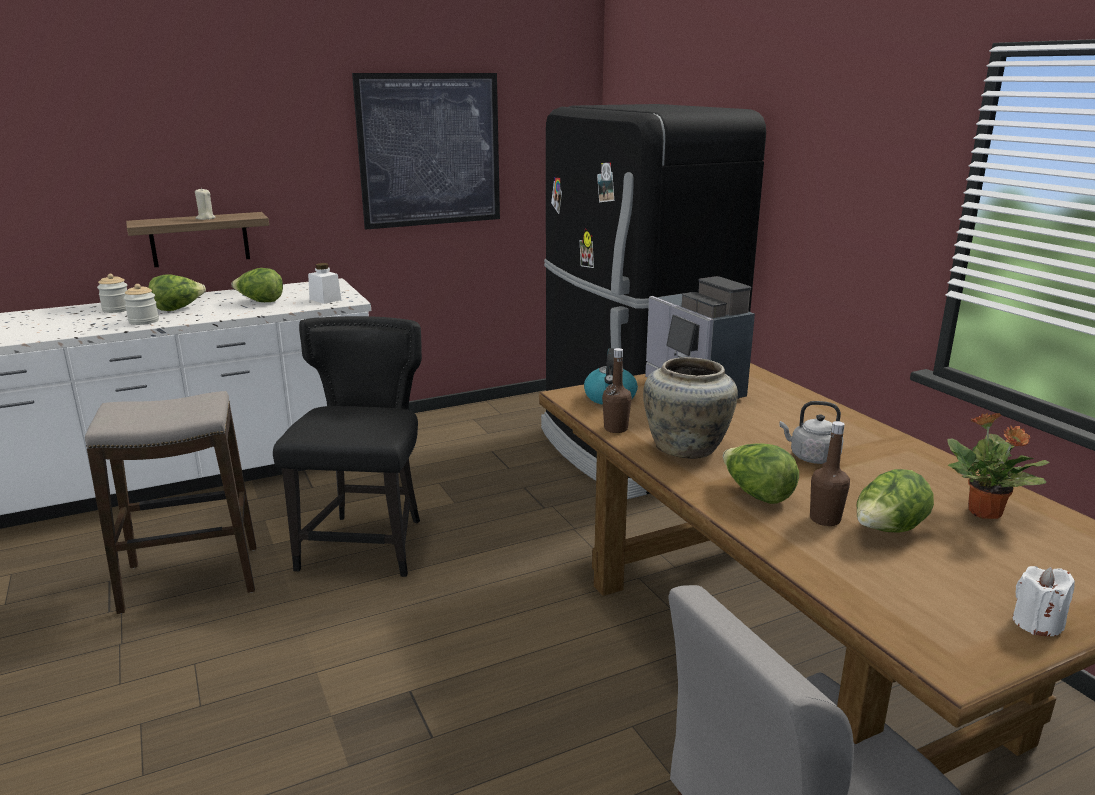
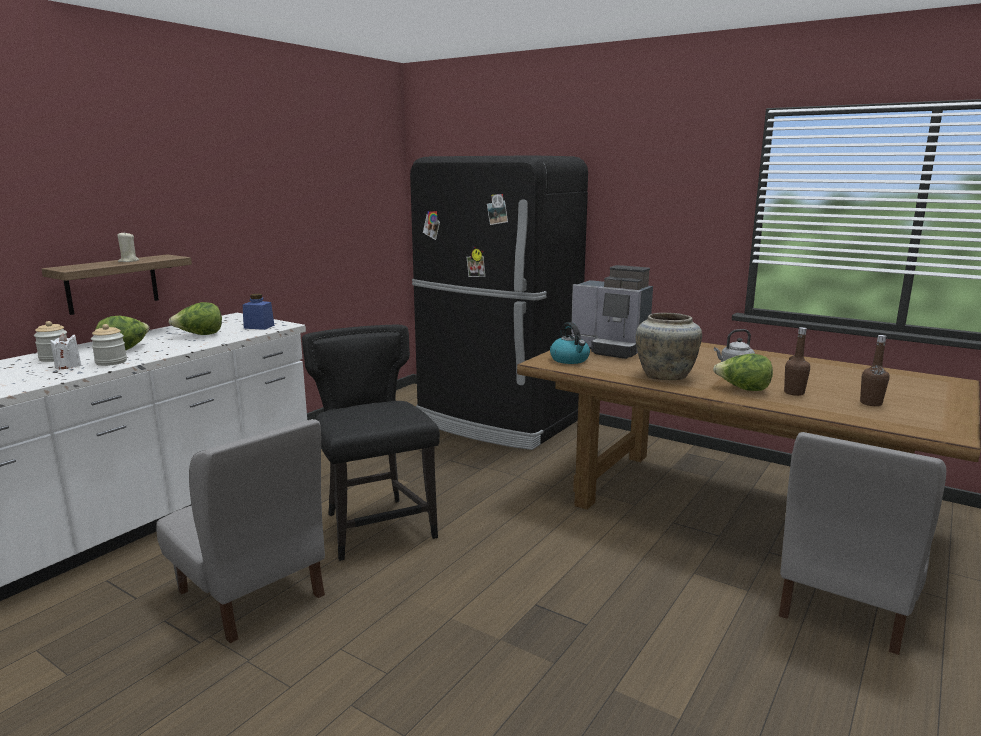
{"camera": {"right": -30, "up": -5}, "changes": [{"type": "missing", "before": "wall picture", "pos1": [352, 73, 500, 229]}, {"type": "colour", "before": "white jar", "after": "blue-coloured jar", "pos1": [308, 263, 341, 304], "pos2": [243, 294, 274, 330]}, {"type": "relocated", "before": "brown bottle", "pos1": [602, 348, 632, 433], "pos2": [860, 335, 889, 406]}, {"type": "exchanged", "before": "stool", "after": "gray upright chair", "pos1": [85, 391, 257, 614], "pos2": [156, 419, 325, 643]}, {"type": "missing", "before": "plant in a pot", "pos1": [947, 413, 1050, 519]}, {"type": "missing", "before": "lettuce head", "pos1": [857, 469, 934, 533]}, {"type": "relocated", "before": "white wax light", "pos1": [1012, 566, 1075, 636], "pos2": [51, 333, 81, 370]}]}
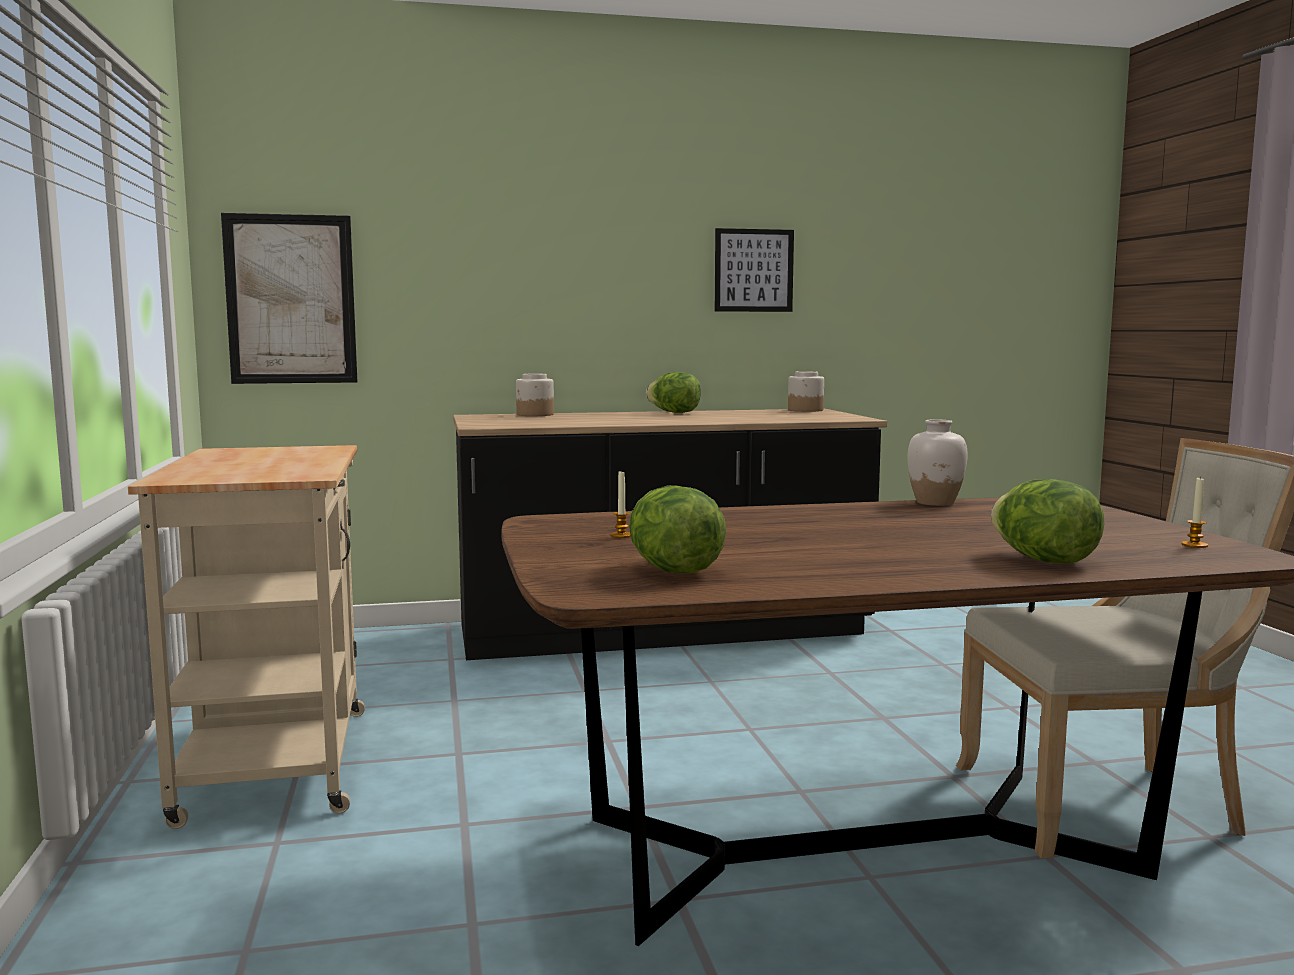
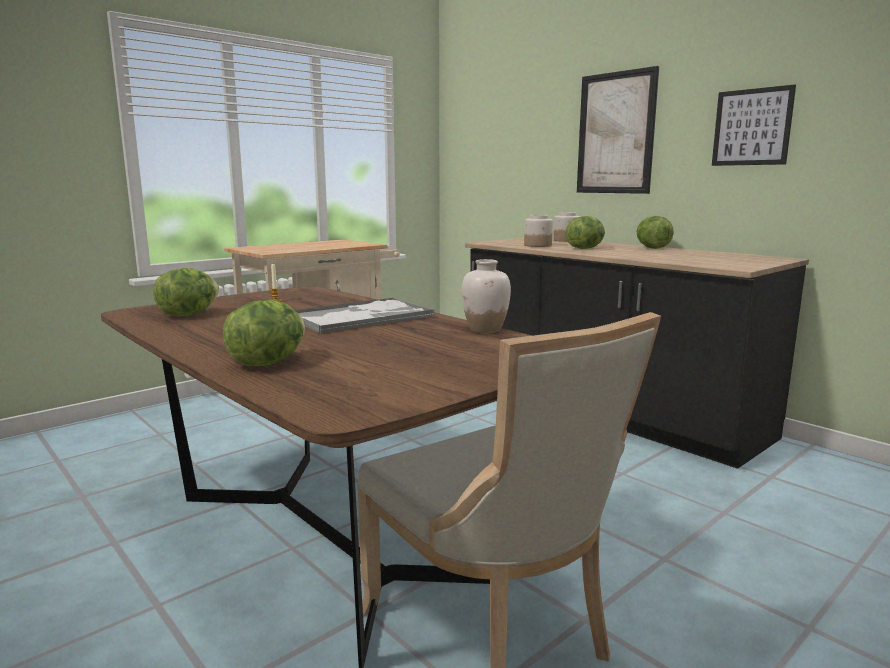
{"camera": {"right": 60, "up": 5}, "changes": [{"type": "relocated", "before": "wall picture", "pos1": [221, 213, 357, 384], "pos2": [577, 66, 659, 194]}, {"type": "relocated", "before": "jar", "pos1": [788, 371, 824, 412], "pos2": [524, 215, 553, 247]}, {"type": "missing", "before": "wax light", "pos1": [1182, 476, 1208, 548]}, {"type": "appeared", "after": "lettuce head", "pos2": [566, 216, 605, 249]}, {"type": "appeared", "after": "serving tray", "pos2": [295, 298, 435, 334]}]}
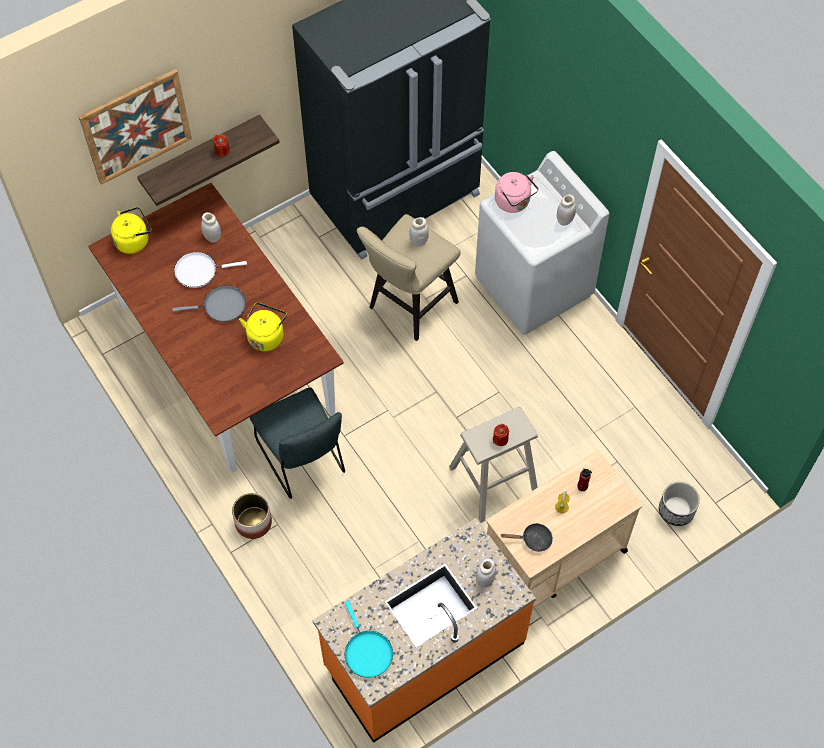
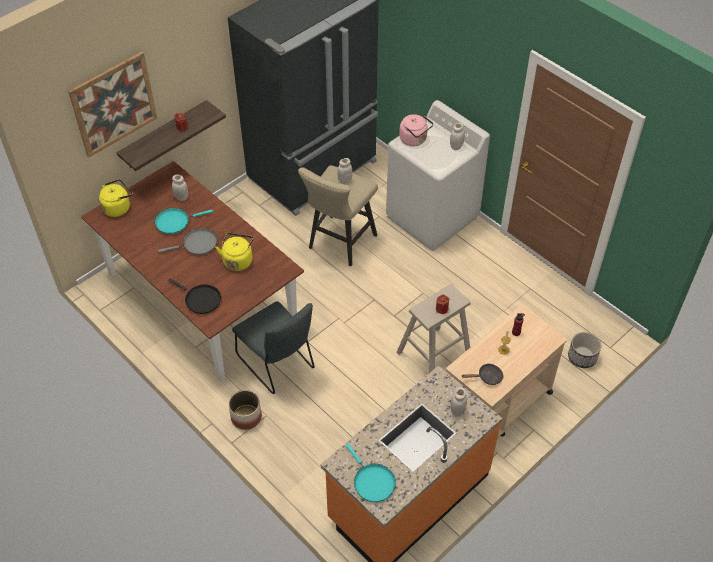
{"camera": {"right": -10, "up": -10}, "changes": [{"type": "colour", "before": "white skillet", "after": "blue-green skillet", "pos1": [174, 252, 247, 288], "pos2": [155, 208, 213, 234]}, {"type": "appeared", "after": "black-coloured skillet", "pos2": [168, 278, 221, 314]}]}
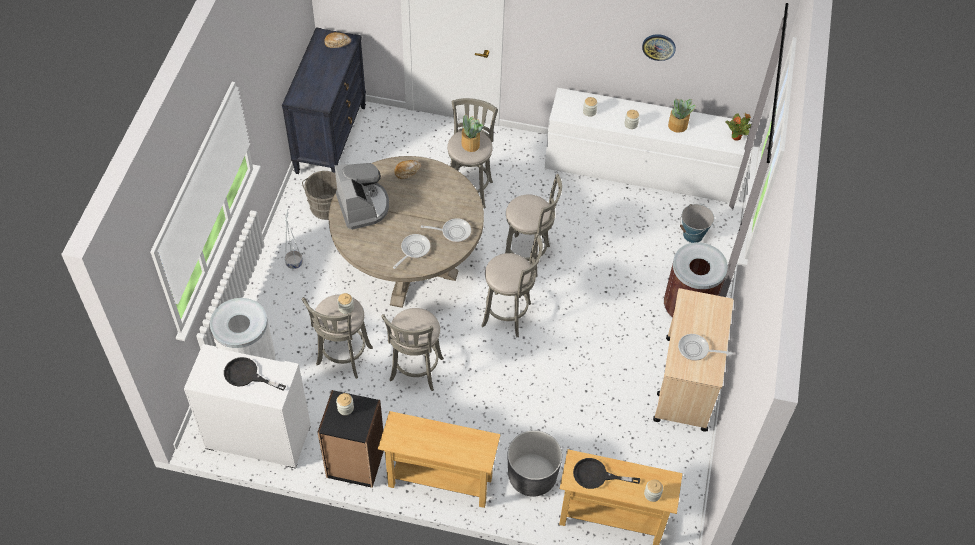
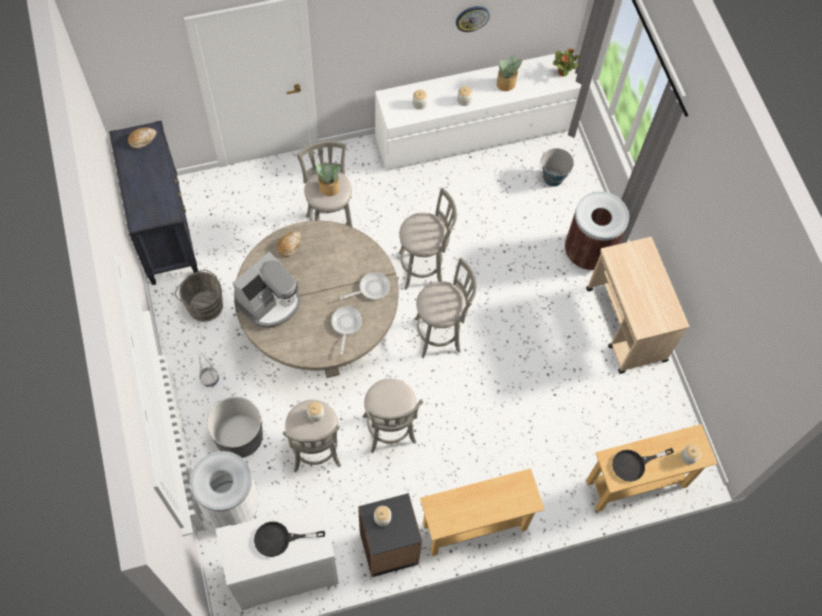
{"camera": {"right": -30, "up": 10}, "changes": [{"type": "spun", "before": "coffee machine", "pos1": [335, 163, 389, 230], "pos2": [233, 252, 301, 328], "turn": 90}, {"type": "missing", "before": "skillet", "pos1": [678, 334, 732, 361]}, {"type": "relocated", "before": "gray plant pot", "pos1": [508, 430, 562, 497], "pos2": [207, 397, 263, 458]}]}
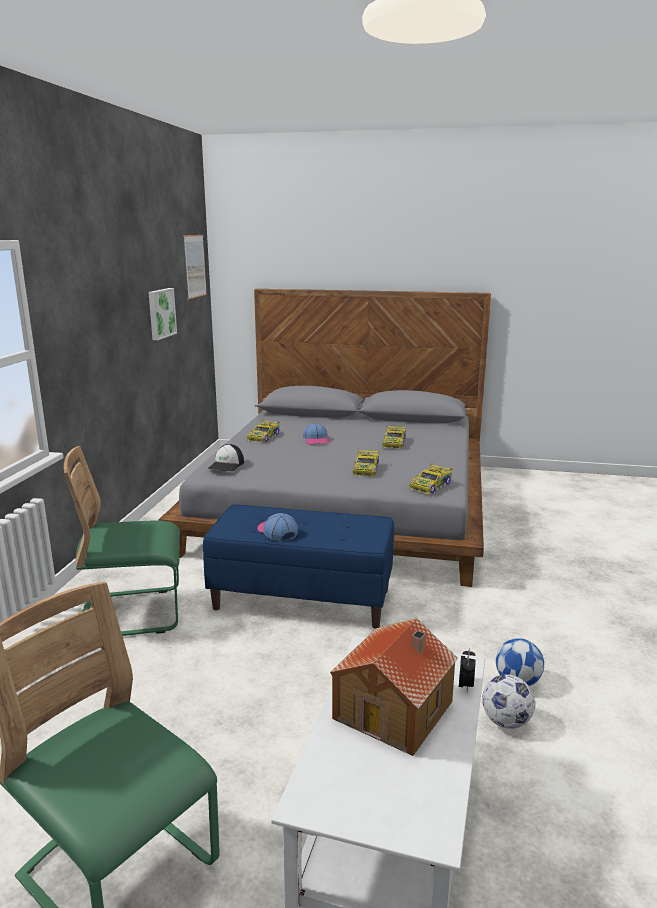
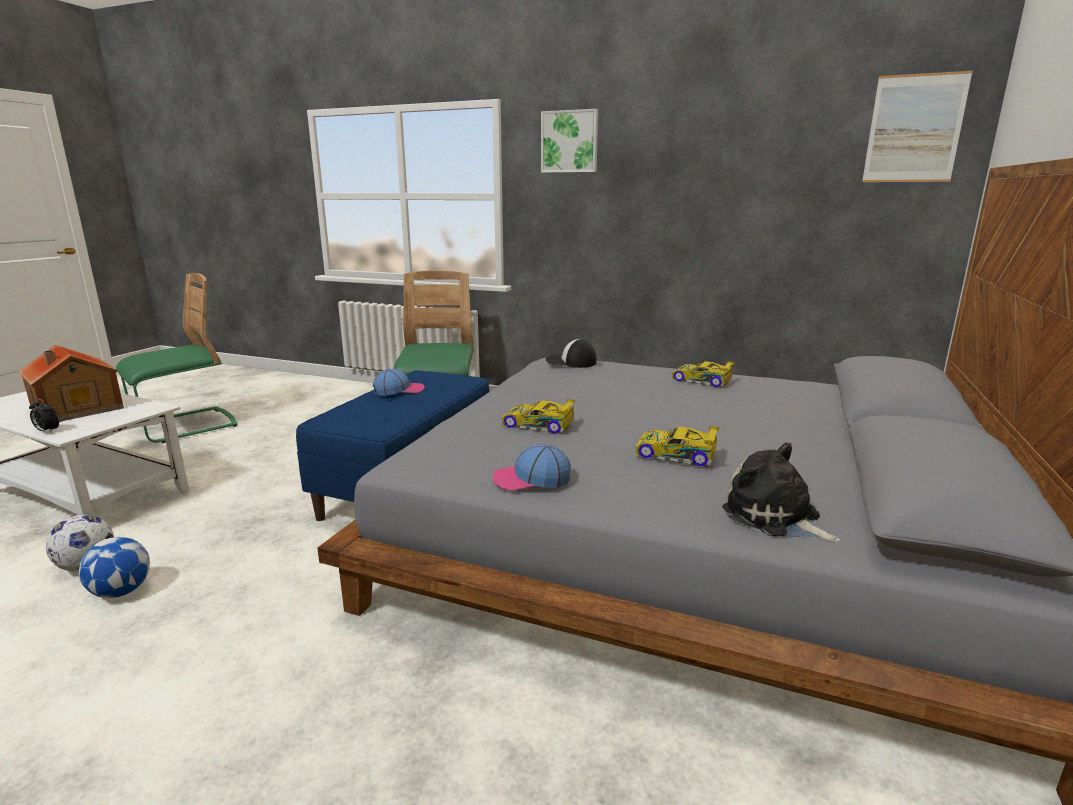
{"camera": {"right": 100, "up": 0}, "changes": [{"type": "relocated", "before": "wall picture", "pos1": [149, 288, 177, 340], "pos2": [541, 109, 598, 173]}, {"type": "relocated", "before": "peaked cap", "pos1": [303, 423, 329, 444], "pos2": [493, 444, 571, 491]}, {"type": "missing", "before": "miniature car", "pos1": [409, 463, 452, 494]}, {"type": "appeared", "after": "soft toy", "pos2": [722, 442, 840, 542]}]}
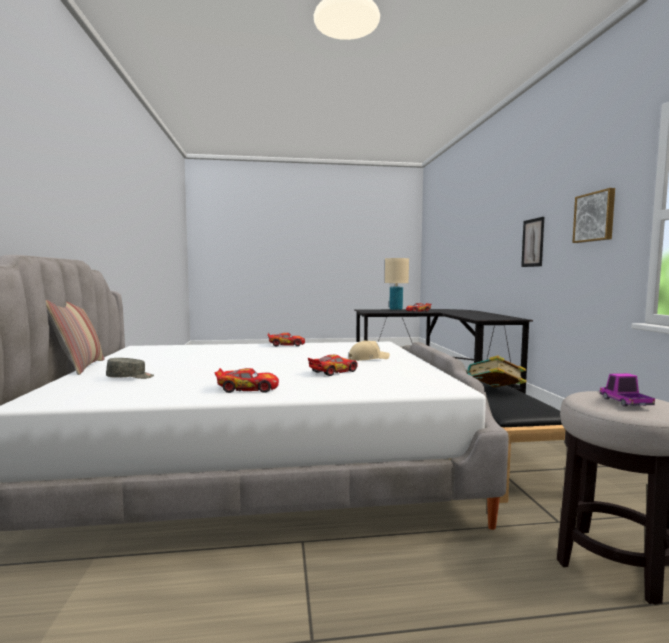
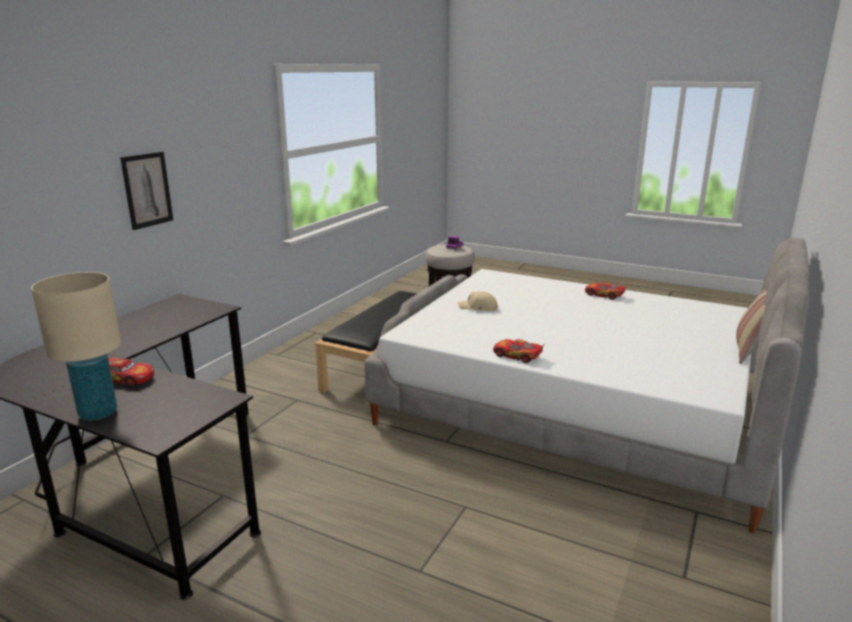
{"camera": {"right": -145, "up": 15}, "changes": [{"type": "missing", "before": "wall picture", "pos1": [572, 188, 615, 243]}, {"type": "missing", "before": "miniature car", "pos1": [308, 355, 358, 376]}, {"type": "missing", "before": "book", "pos1": [467, 356, 527, 387]}, {"type": "missing", "before": "gray peaked cap", "pos1": [106, 358, 154, 379]}]}
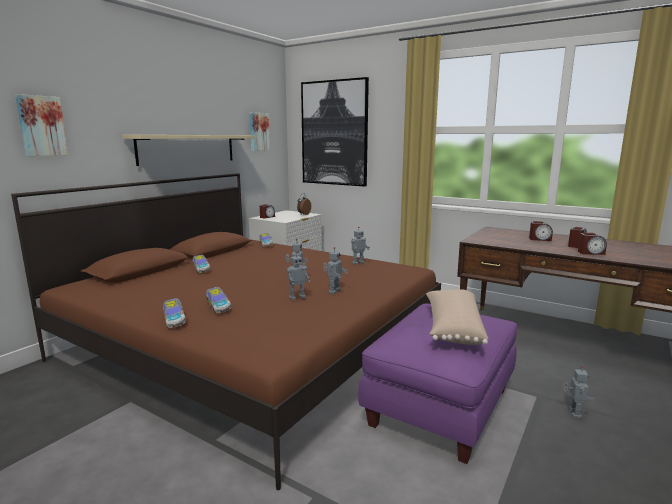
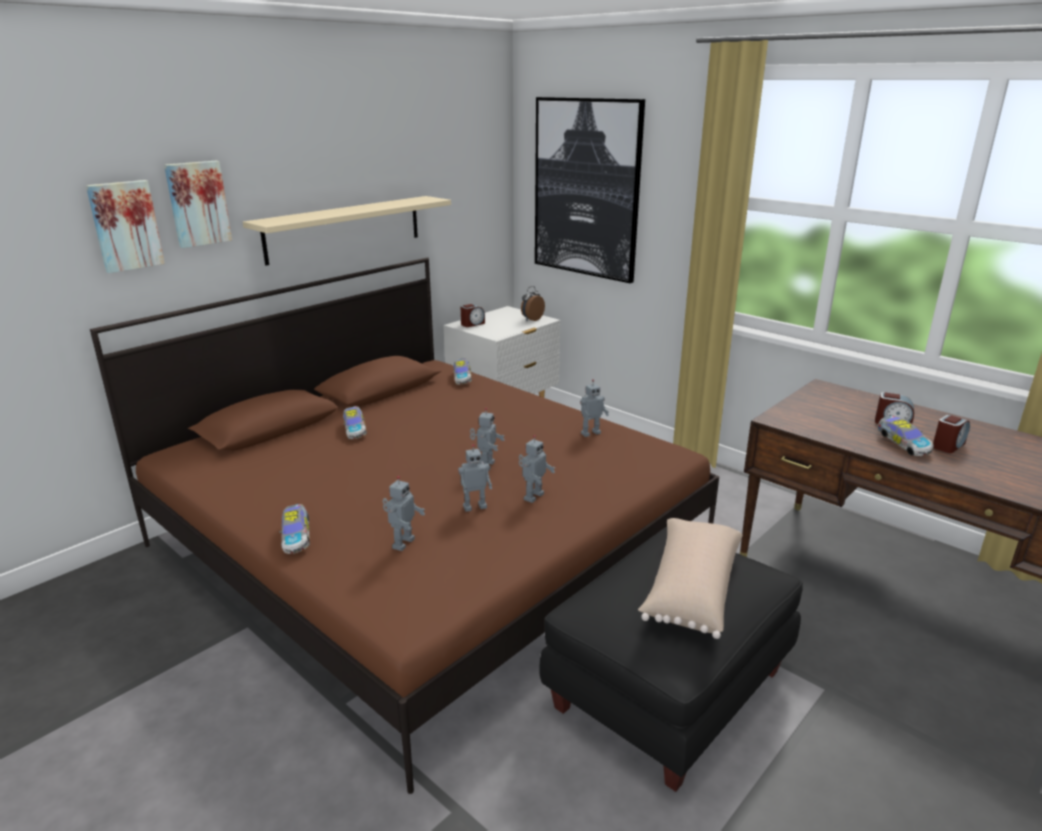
{"camera": {"right": 10, "up": 10}, "changes": [{"type": "relocated", "before": "wall picture", "pos1": [250, 112, 270, 151], "pos2": [164, 161, 232, 248]}, {"type": "missing", "before": "table clock", "pos1": [578, 233, 607, 255]}, {"type": "relocated", "before": "miniature car", "pos1": [206, 287, 232, 313], "pos2": [878, 415, 934, 456]}, {"type": "colour", "before": "purple-coloured pouffe", "after": "black-coloured pouffe", "pos1": [358, 303, 517, 464], "pos2": [540, 527, 803, 792]}, {"type": "relocated", "before": "toy robot", "pos1": [563, 366, 595, 419], "pos2": [382, 476, 425, 551]}]}
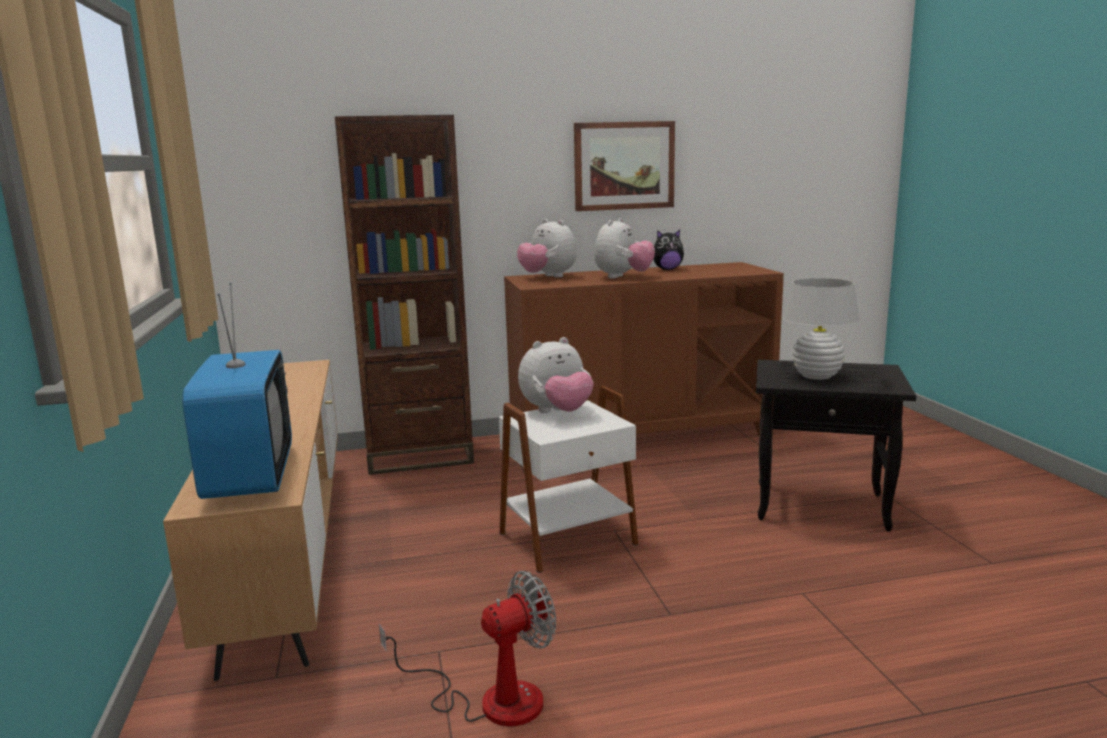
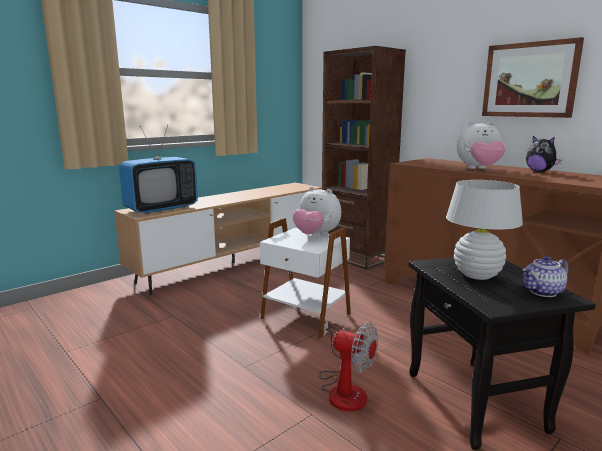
{"camera": {"right": 60, "up": 0}, "changes": [{"type": "missing", "before": "soft toy", "pos1": [517, 219, 577, 278]}, {"type": "relocated", "before": "fan", "pos1": [379, 571, 556, 726], "pos2": [319, 321, 378, 411]}, {"type": "appeared", "after": "teapot", "pos2": [522, 256, 569, 297]}]}
